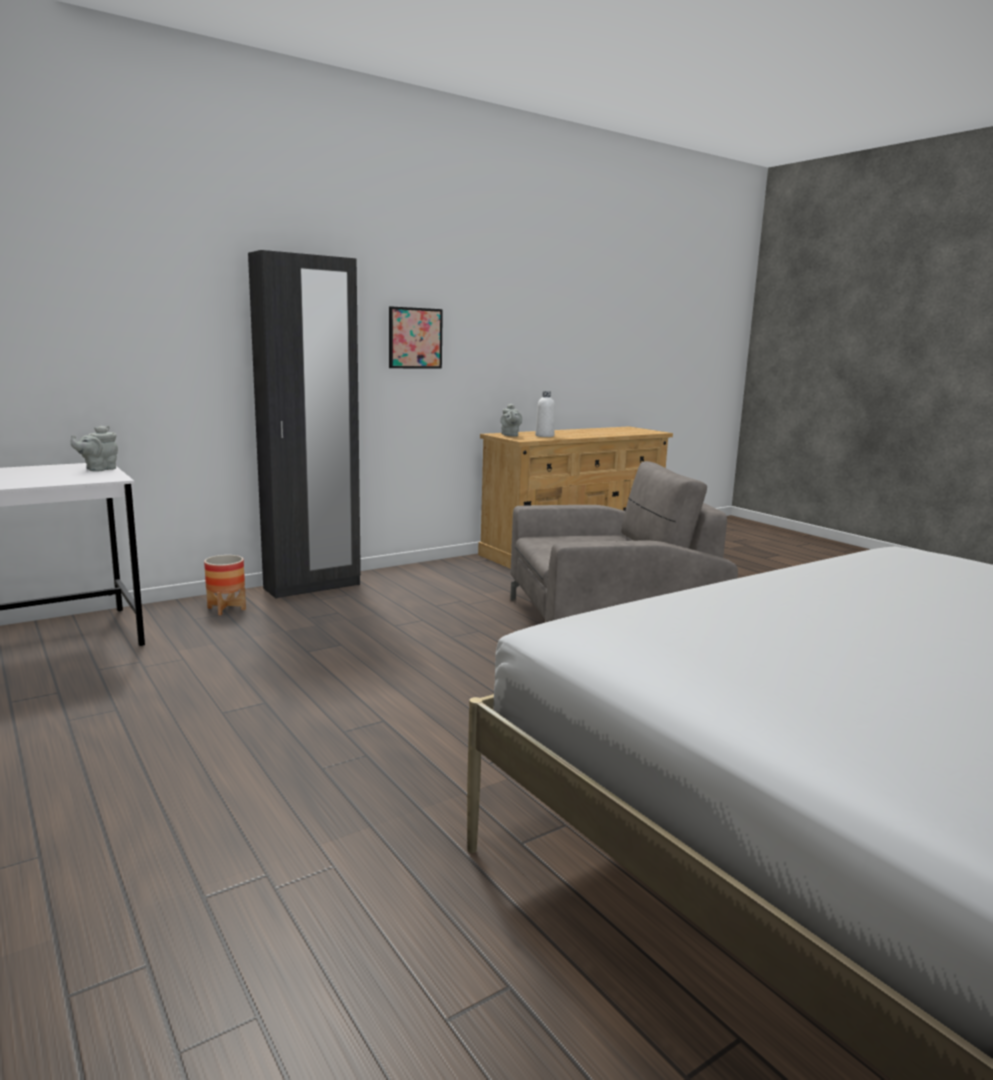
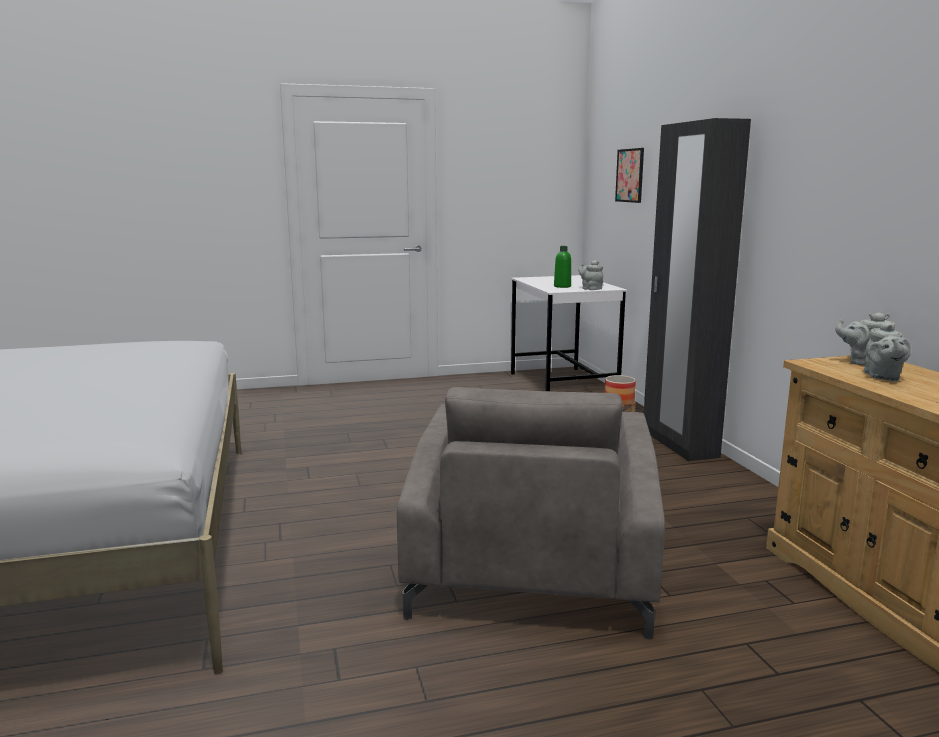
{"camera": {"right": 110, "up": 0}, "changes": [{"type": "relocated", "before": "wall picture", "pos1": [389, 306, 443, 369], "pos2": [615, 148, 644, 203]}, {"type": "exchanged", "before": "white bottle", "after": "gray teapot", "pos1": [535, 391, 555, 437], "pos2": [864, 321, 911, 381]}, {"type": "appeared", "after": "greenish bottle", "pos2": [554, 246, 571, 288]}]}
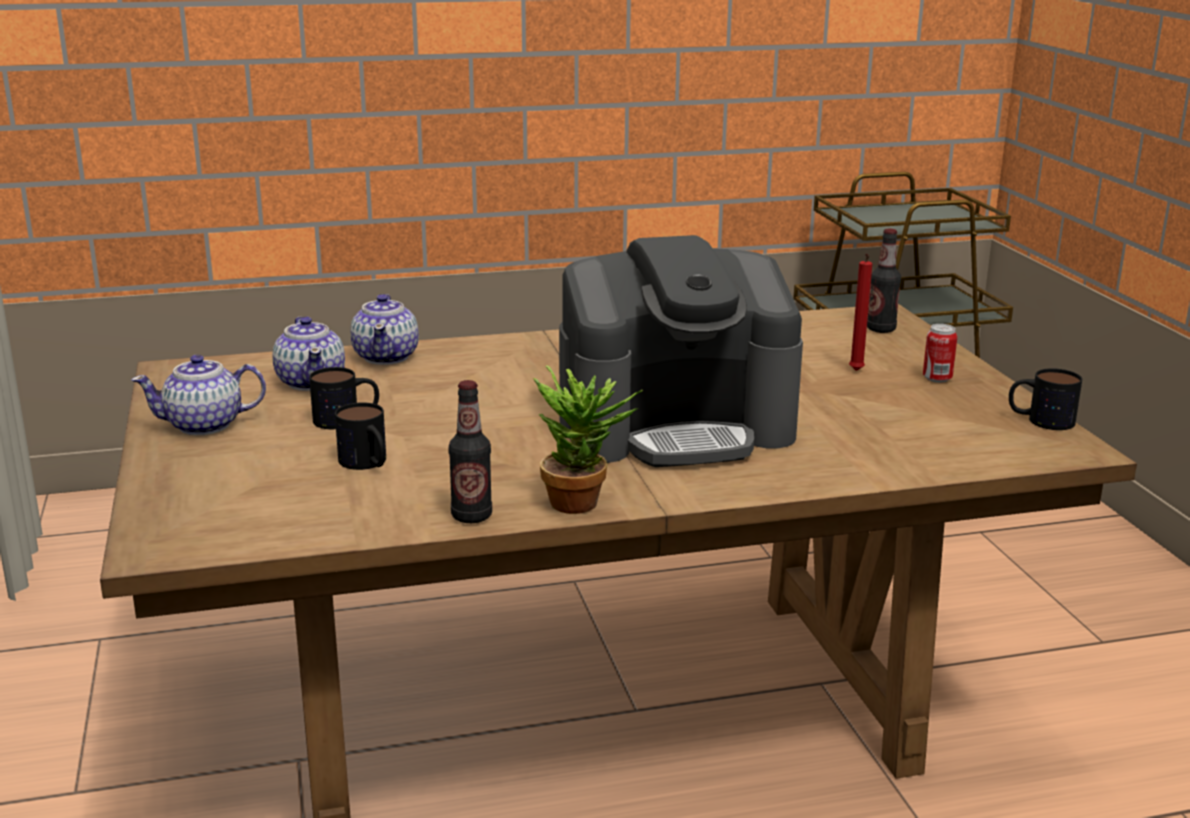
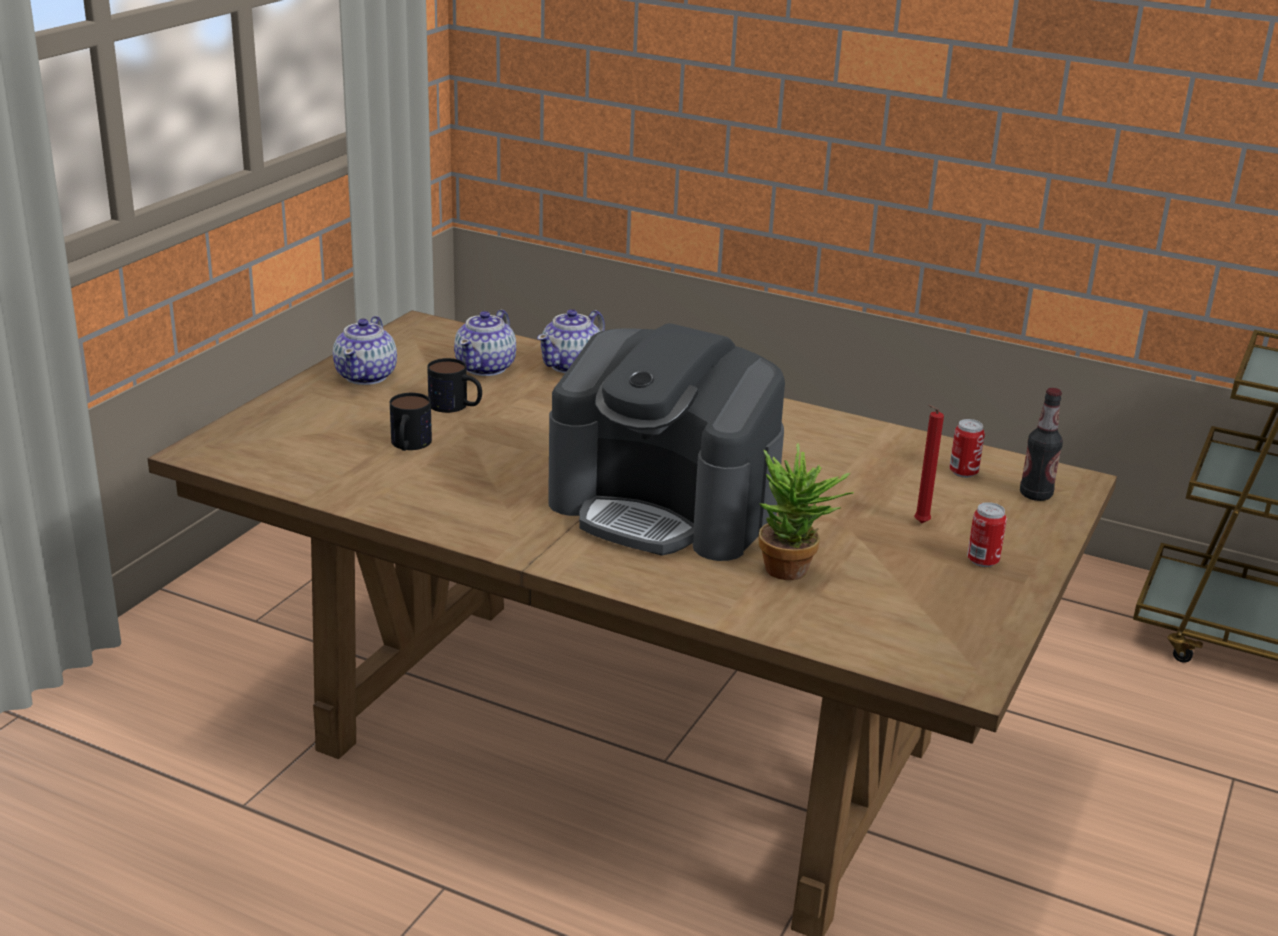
{"camera": {"right": 40, "up": 5}, "changes": [{"type": "spun", "before": "teapot", "pos1": [131, 354, 266, 435], "pos2": [333, 316, 397, 385], "turn": -105}, {"type": "relocated", "before": "plant in a pot", "pos1": [533, 366, 643, 514], "pos2": [759, 443, 854, 580]}, {"type": "missing", "before": "mug", "pos1": [1009, 368, 1082, 430]}, {"type": "missing", "before": "bottle", "pos1": [449, 380, 492, 523]}, {"type": "appeared", "after": "metal can", "pos2": [950, 419, 985, 478]}]}
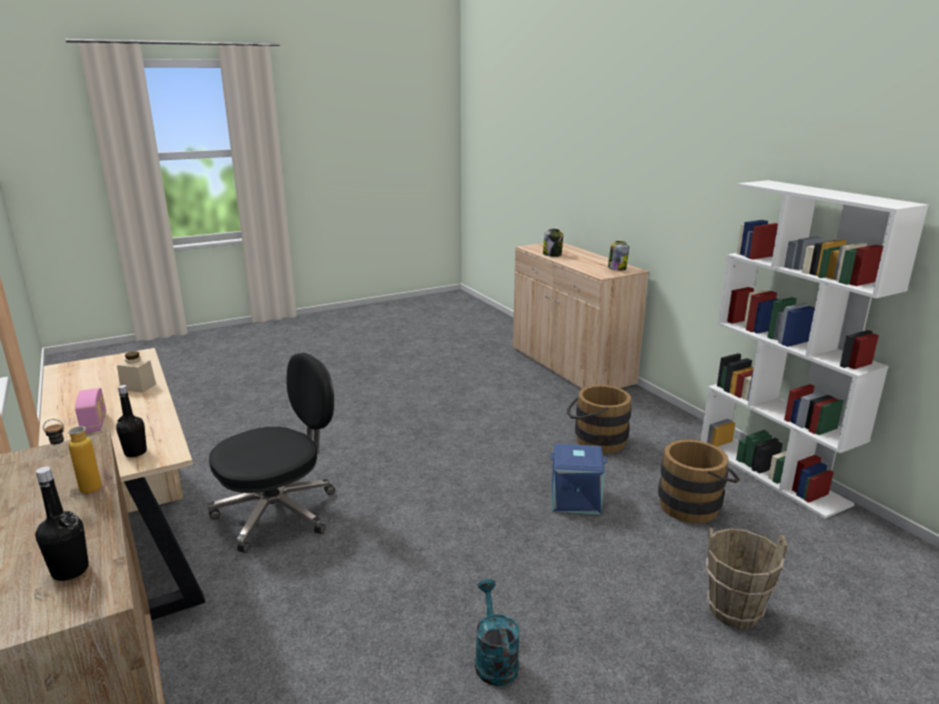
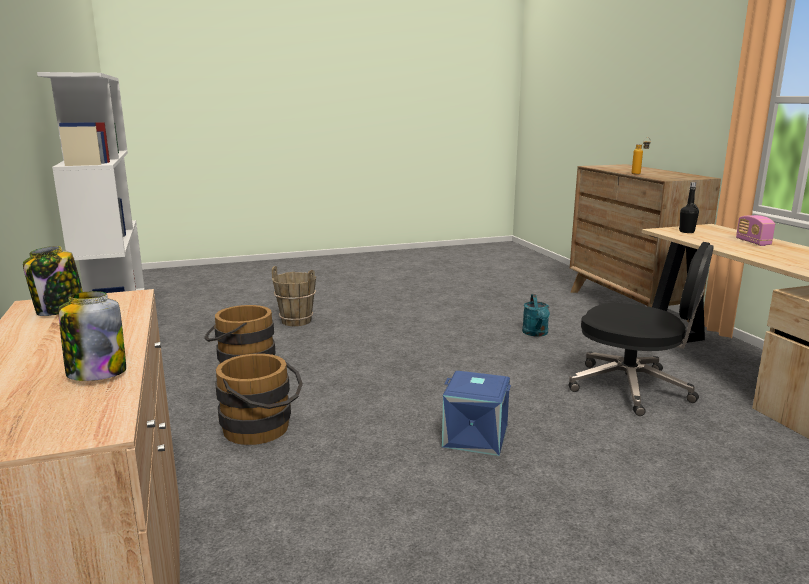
{"camera": {"right": -170, "up": -5}, "changes": [{"type": "missing", "before": "sand-coloured jar", "pos1": [117, 351, 156, 393]}, {"type": "spun", "before": "black-coloured computer chair", "pos1": [207, 353, 335, 553], "pos2": [569, 242, 714, 416], "turn": -120}, {"type": "relocated", "before": "blue-coloured storage box", "pos1": [551, 444, 607, 515], "pos2": [442, 371, 511, 456]}, {"type": "missing", "before": "black-coloured bottle", "pos1": [35, 466, 89, 581]}, {"type": "relocated", "before": "blue-green sprinkling can", "pos1": [475, 579, 520, 686], "pos2": [522, 294, 550, 337]}]}
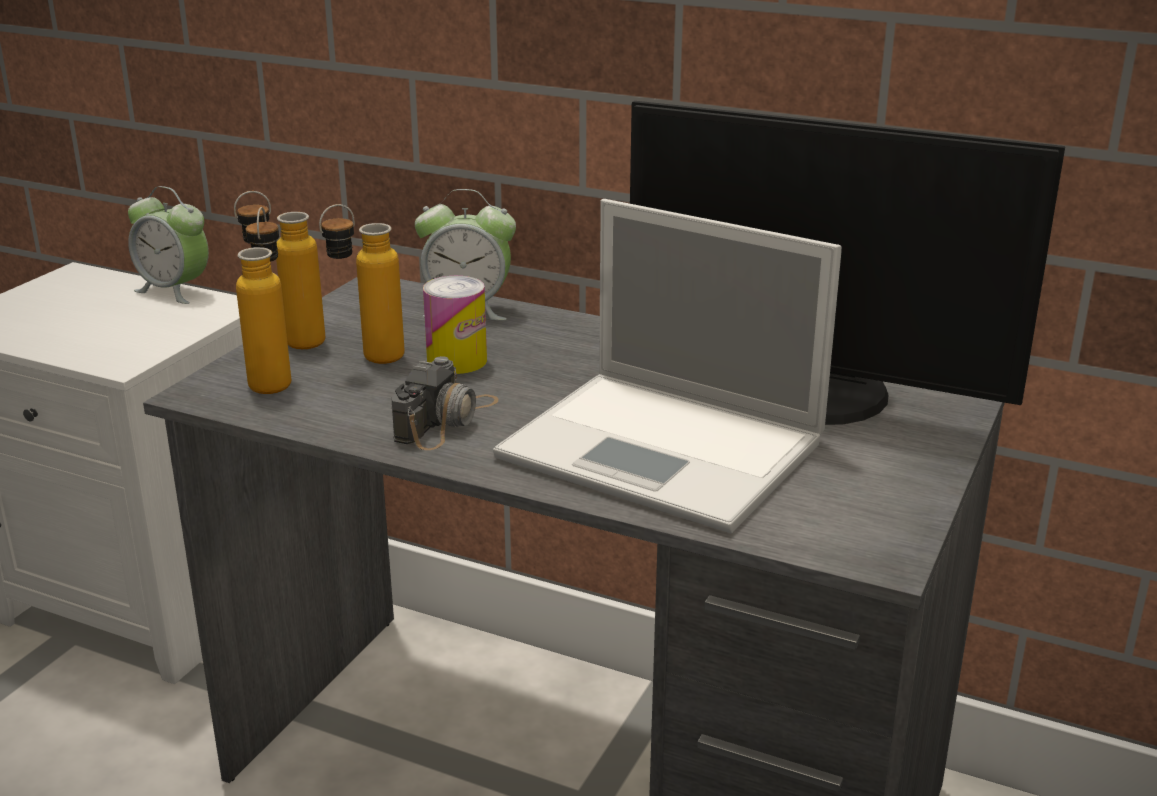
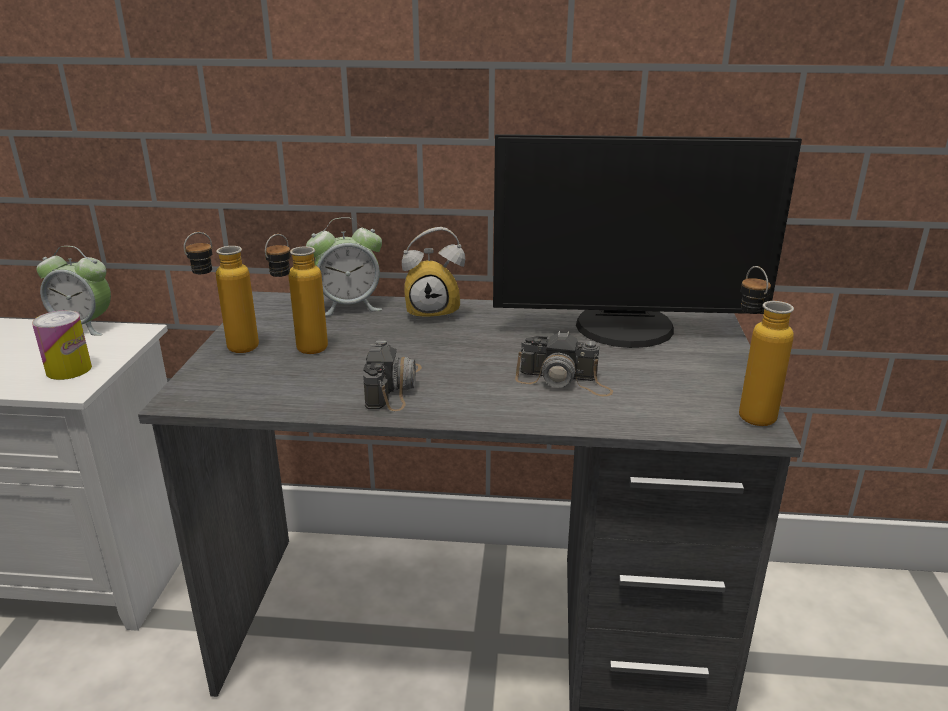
{"camera": {"right": -20, "up": 0}, "changes": [{"type": "exchanged", "before": "laptop", "after": "photo camera", "pos1": [493, 199, 842, 533], "pos2": [515, 331, 613, 396]}, {"type": "relocated", "before": "bottle", "pos1": [236, 207, 291, 394], "pos2": [739, 266, 794, 426]}, {"type": "relocated", "before": "metal can", "pos1": [423, 276, 487, 374], "pos2": [32, 310, 92, 380]}, {"type": "appeared", "after": "table clock", "pos2": [402, 227, 465, 321]}]}
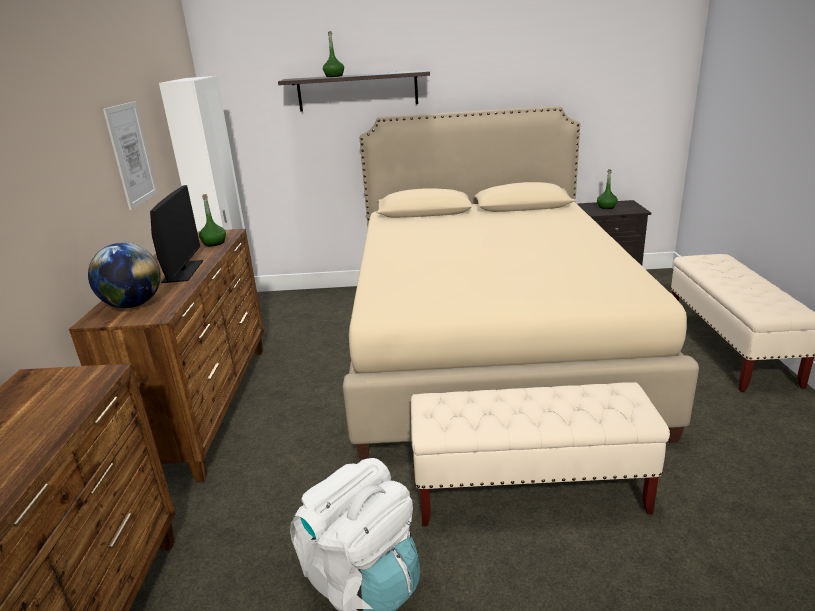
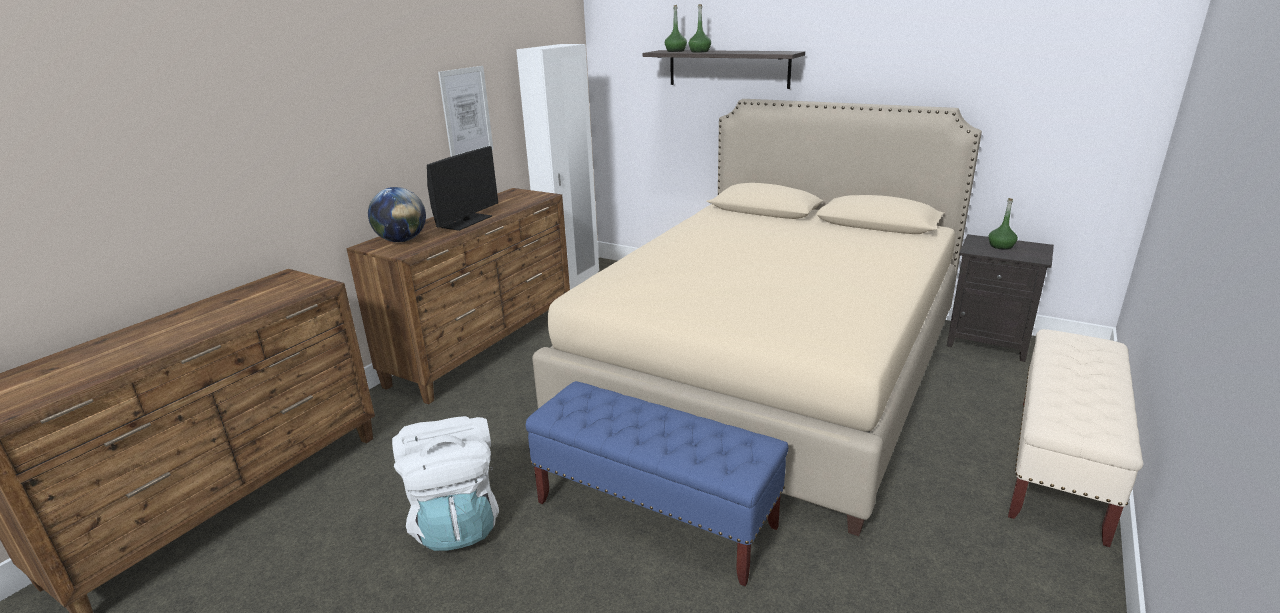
{"camera": {"right": 30, "up": 0}, "changes": [{"type": "relocated", "before": "greenish bottle", "pos1": [199, 194, 226, 246], "pos2": [665, 5, 687, 52]}, {"type": "colour", "before": "sand-coloured long seat", "after": "blue-coloured long seat", "pos1": [411, 382, 670, 526], "pos2": [526, 381, 788, 586]}]}
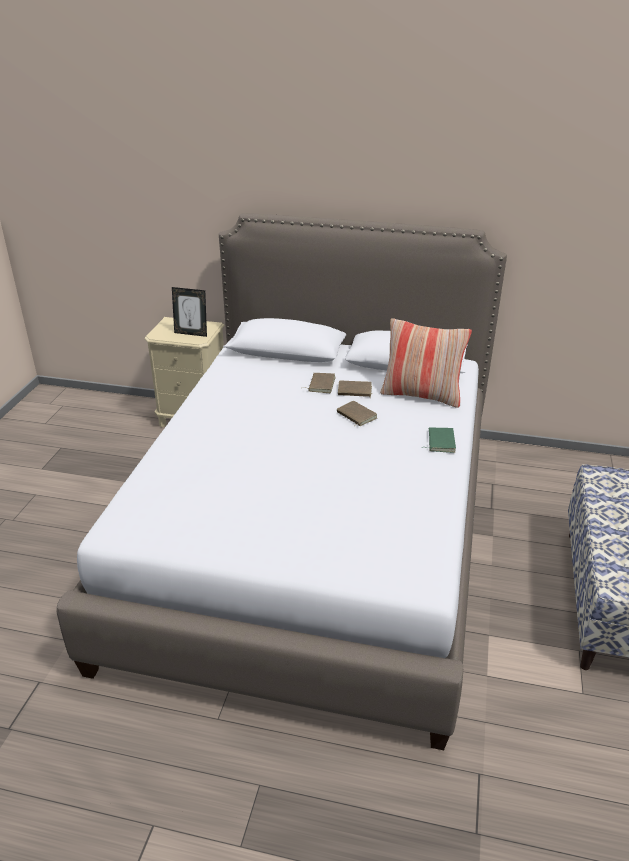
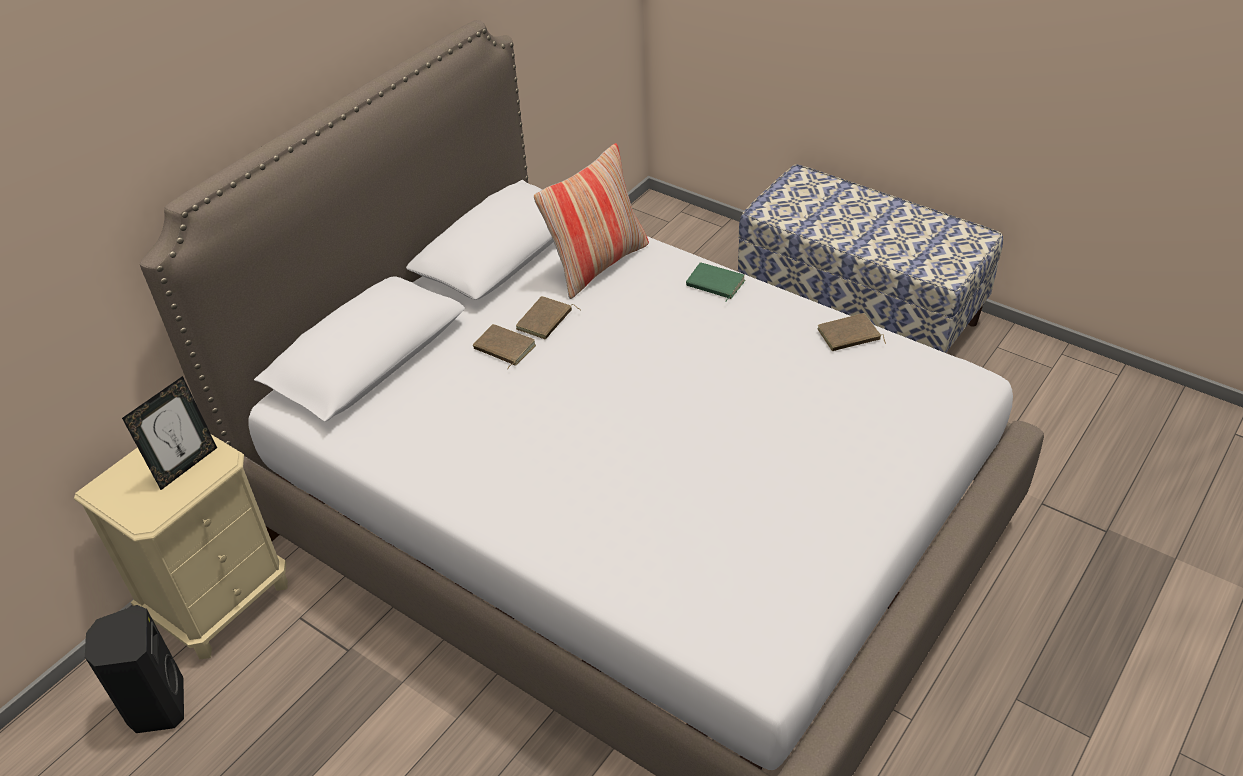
{"camera": {"right": -65, "up": 10}, "changes": [{"type": "relocated", "before": "brown book", "pos1": [337, 401, 377, 426], "pos2": [817, 313, 886, 351]}, {"type": "appeared", "after": "black-coloured speaker", "pos2": [85, 605, 184, 733]}]}
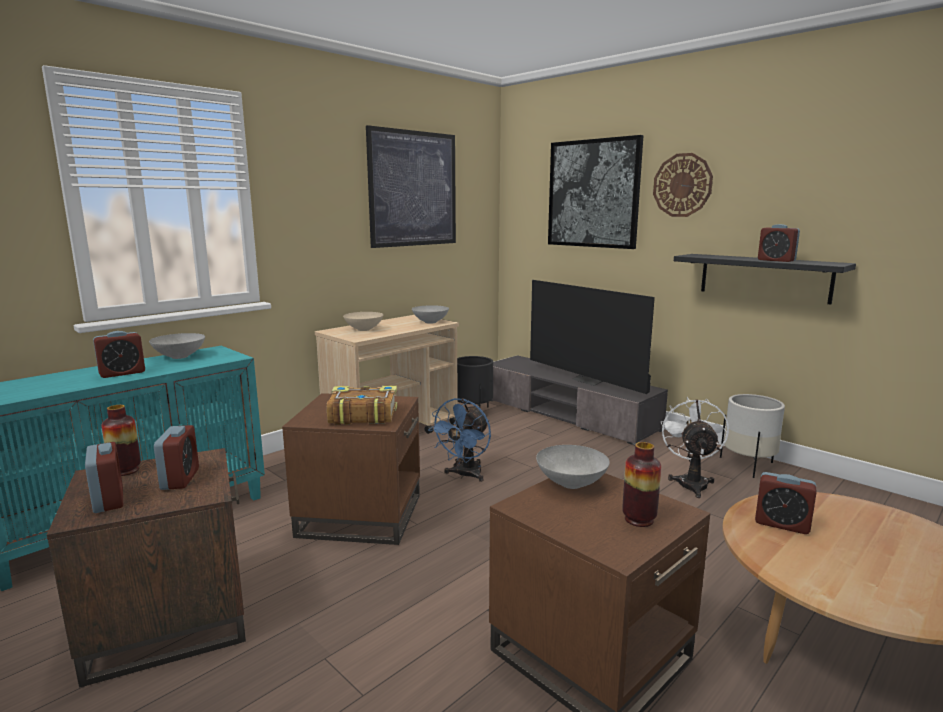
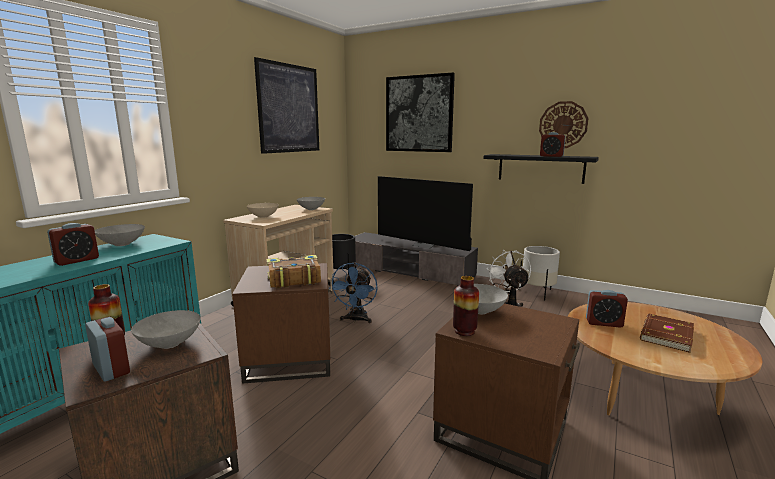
{"camera": {"right": -15, "up": 0}, "changes": [{"type": "relocated", "before": "wall clock", "pos1": [653, 153, 713, 217], "pos2": [539, 101, 589, 148]}, {"type": "exchanged", "before": "table clock", "after": "gray serving bowl", "pos1": [154, 425, 199, 490], "pos2": [131, 310, 201, 349]}, {"type": "relocated", "before": "decorative vase", "pos1": [622, 442, 661, 527], "pos2": [453, 276, 479, 336]}, {"type": "appeared", "after": "brown book", "pos2": [640, 314, 694, 353]}]}
